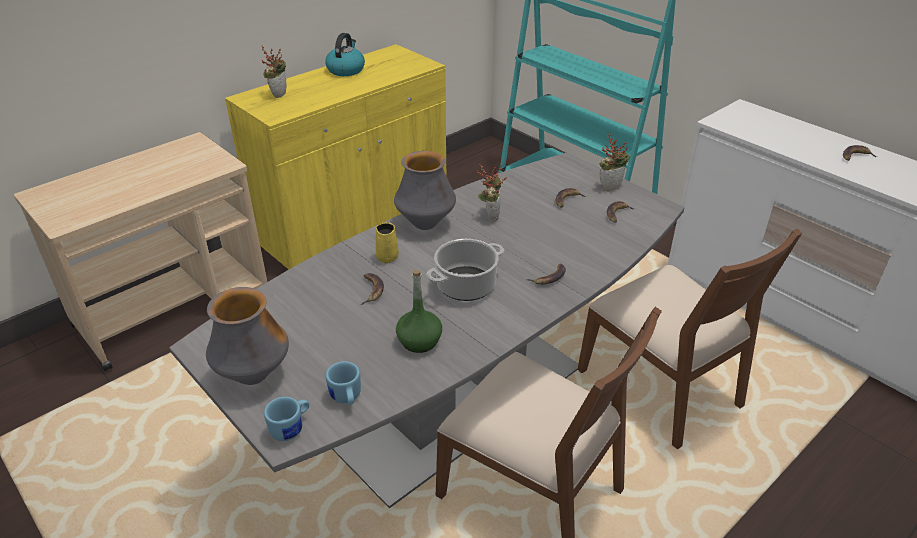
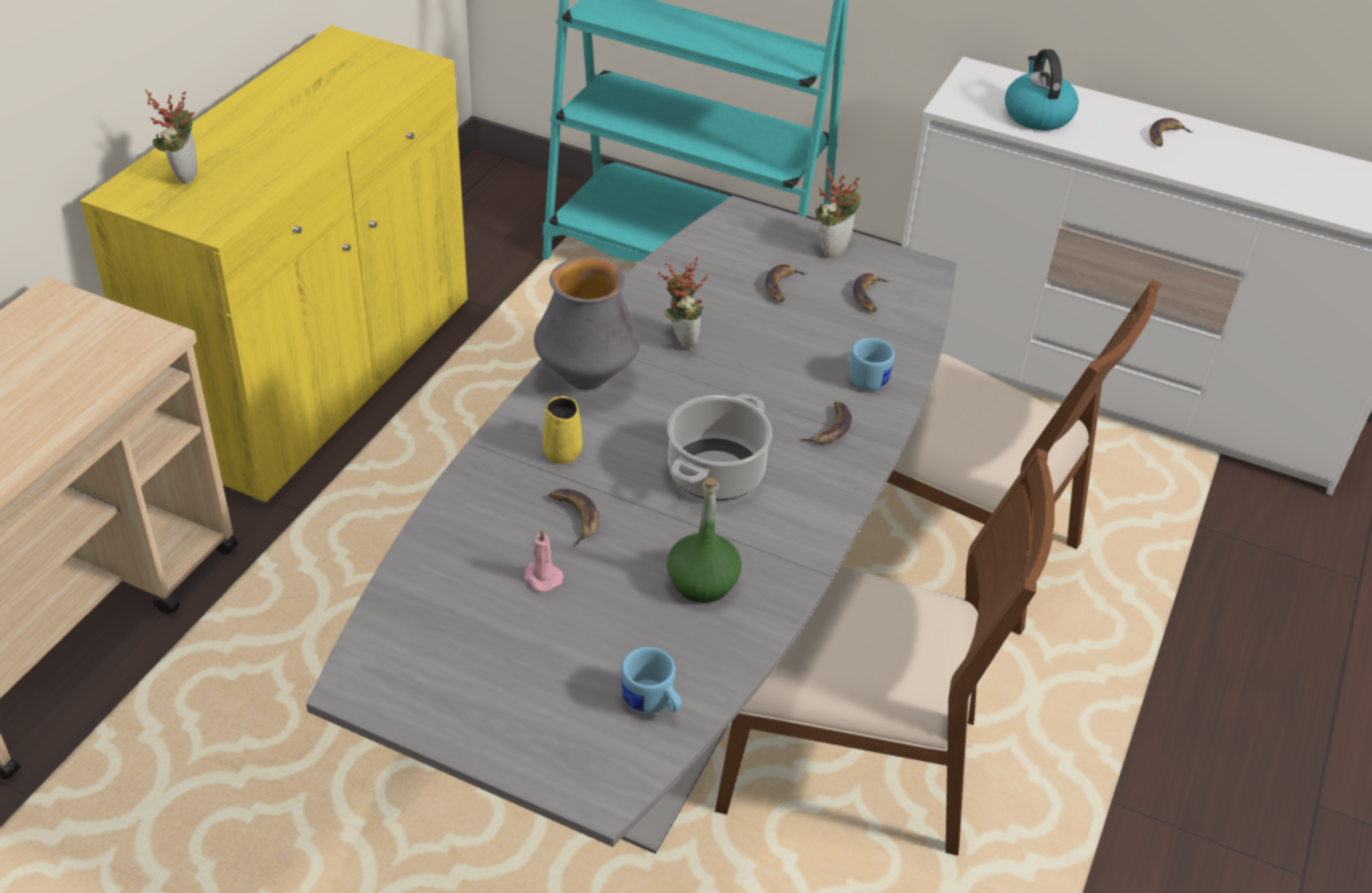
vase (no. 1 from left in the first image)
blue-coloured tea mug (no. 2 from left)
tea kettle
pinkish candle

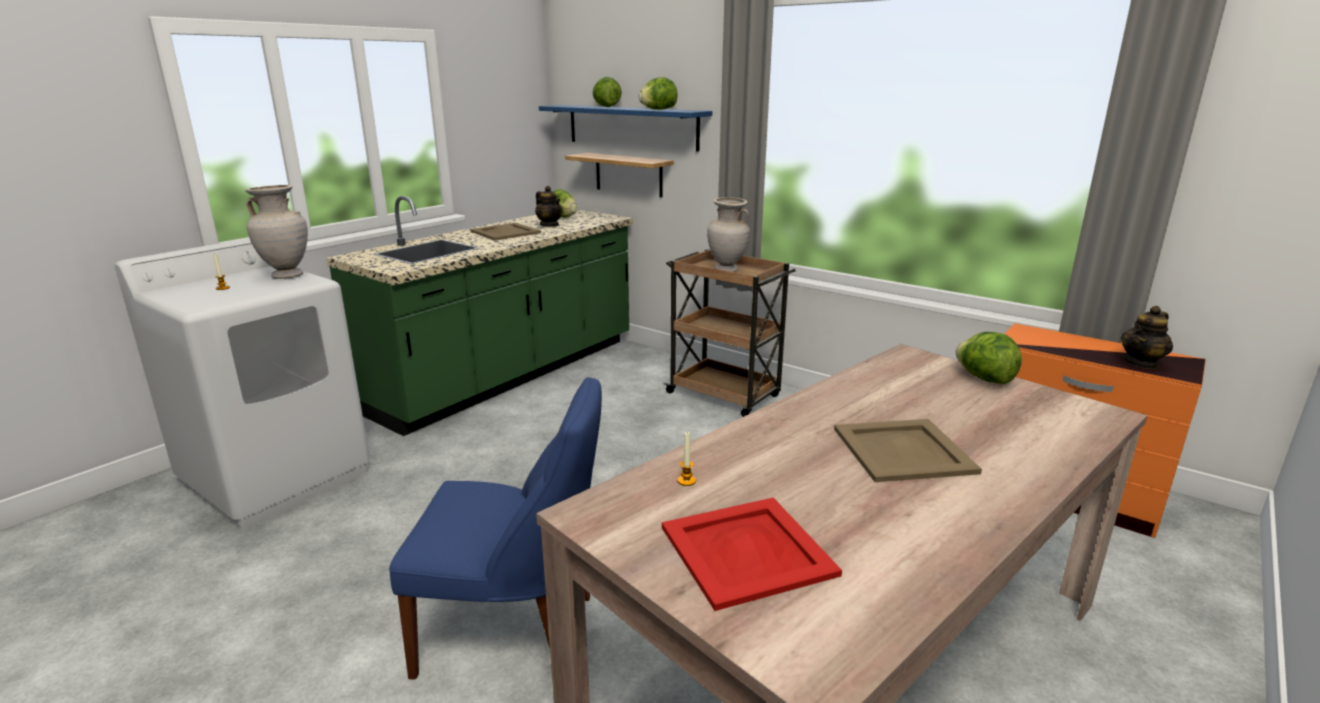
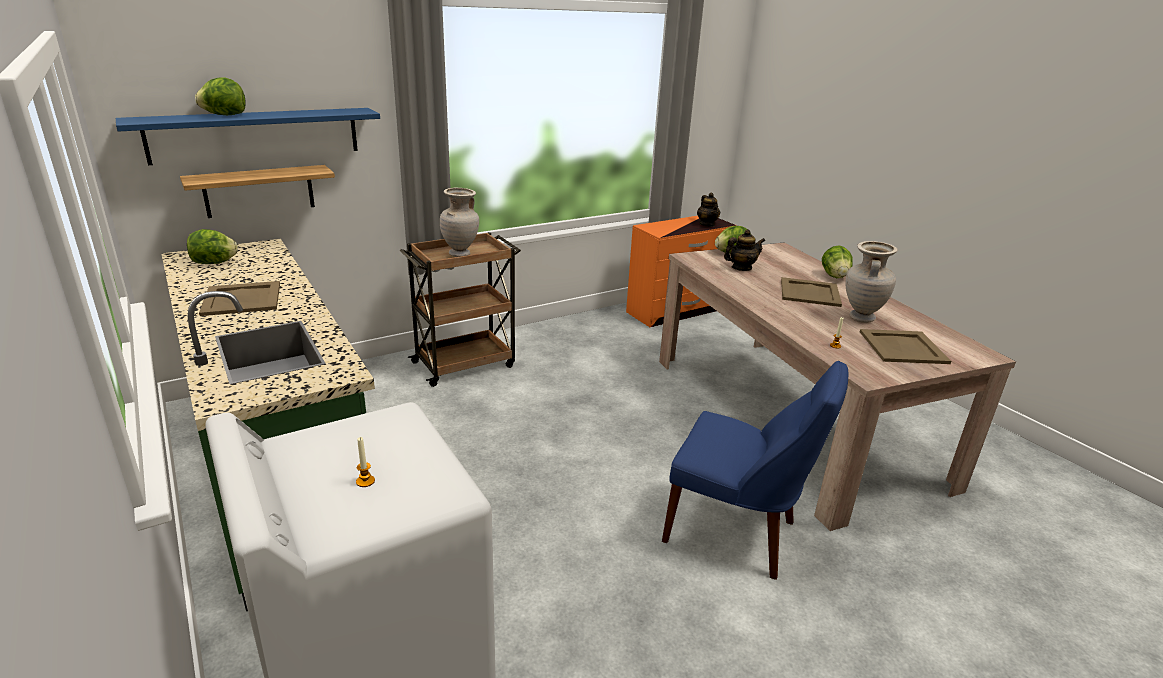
sand-coloured vase (no. 2 from left)
blue-coloured chair
pot for tea (no. 2 from left)
lettuce head (no. 4 from left)
sand-coloured tray (no. 3 from left)

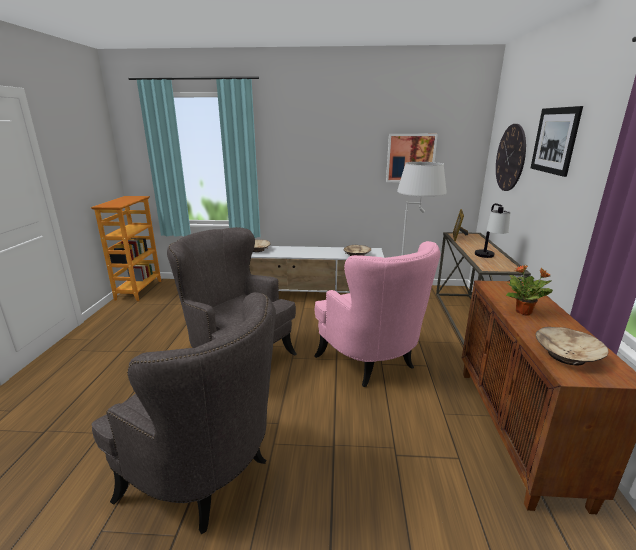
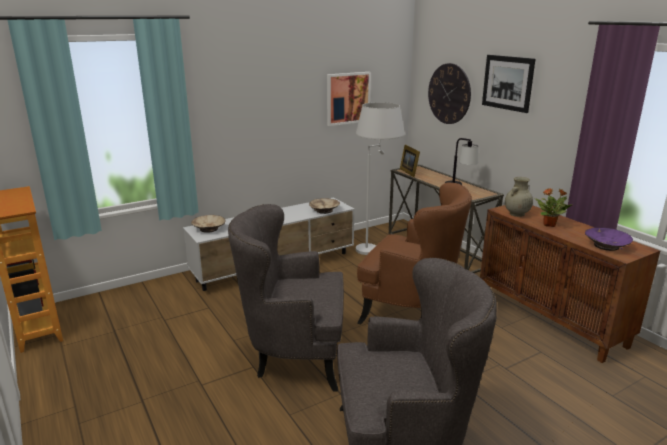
brownish lounge chair
purplish bowl
sand-coloured vase

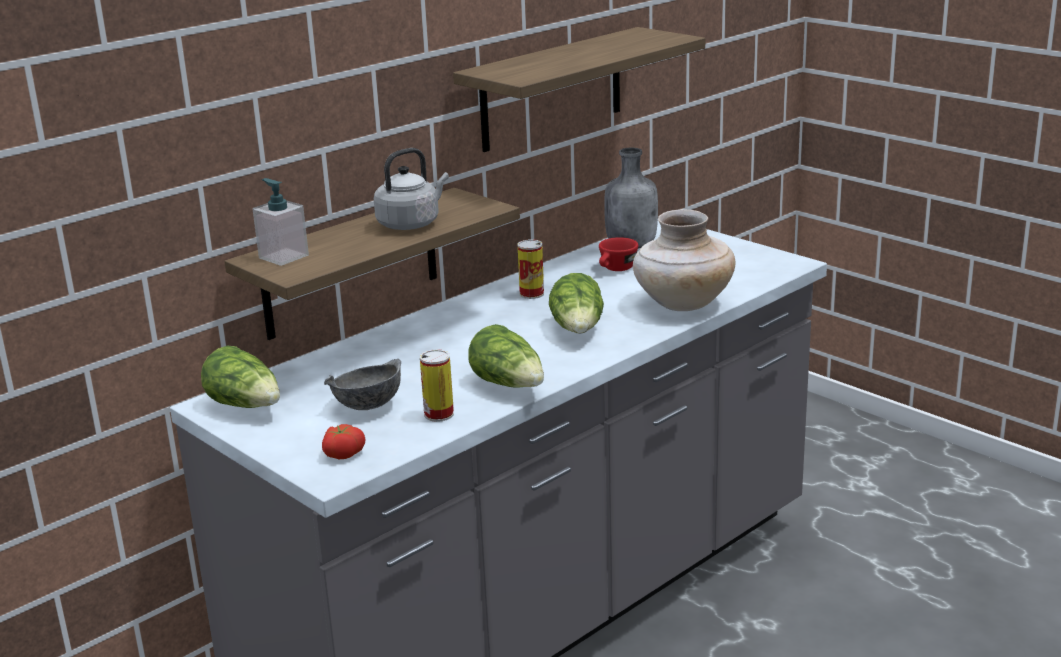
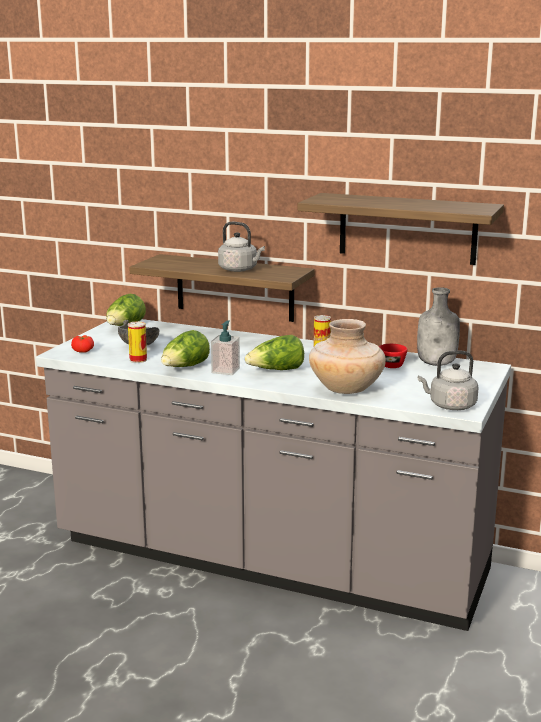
soap dispenser
grey tea kettle (no. 2 from left)

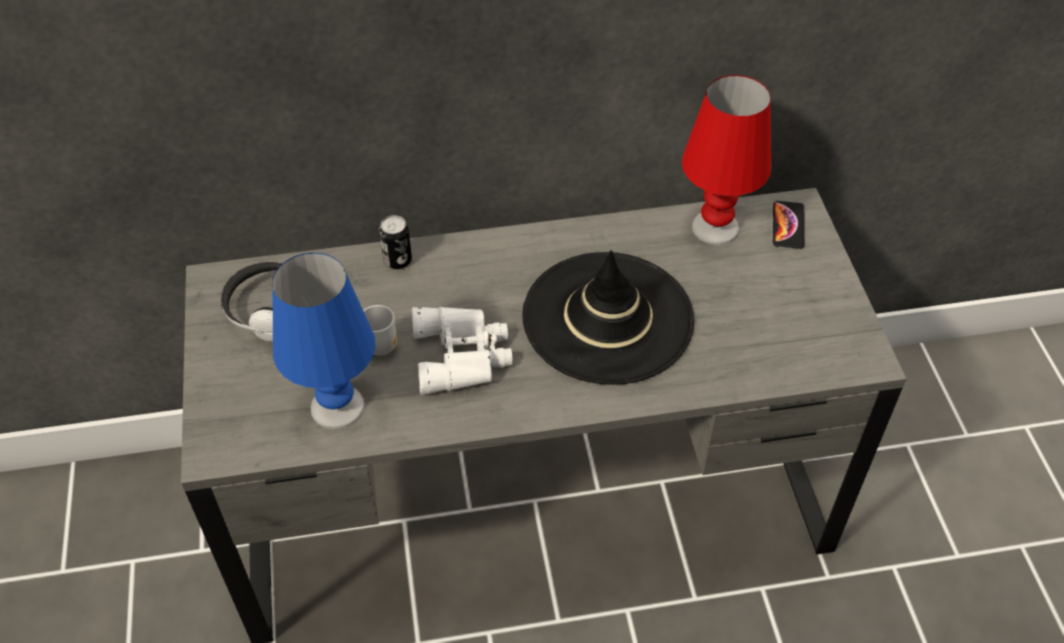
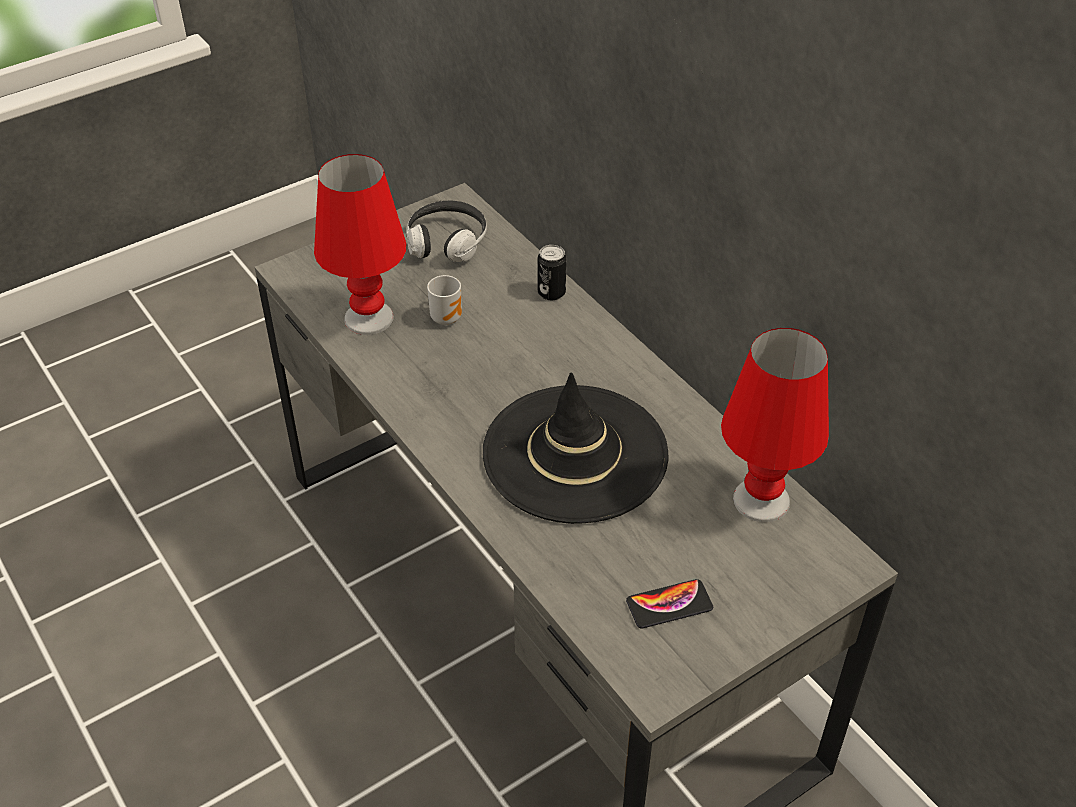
reddish table lamp (no. 1 from left)
white field glasses
handset

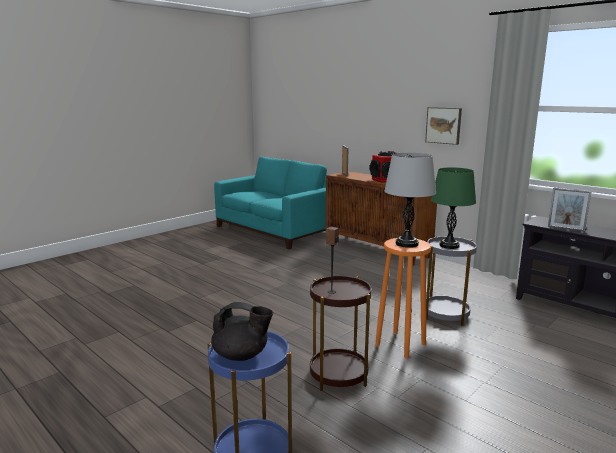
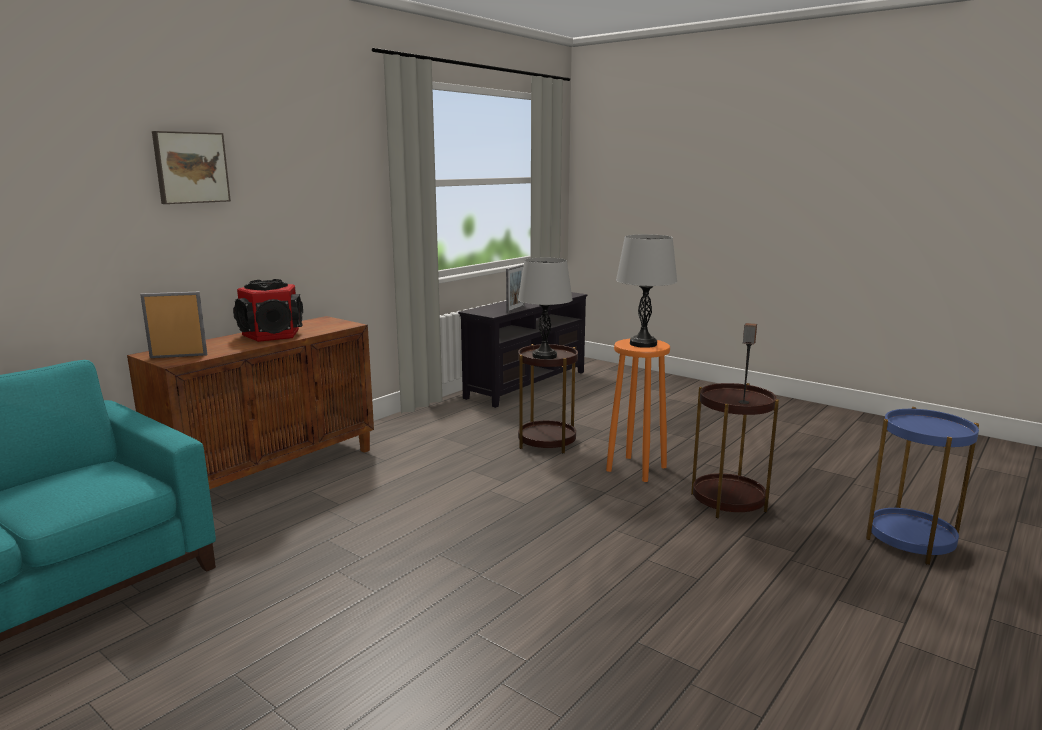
black-coloured pot for tea
wall picture
brownish end table (no. 1 from left)
grey table lamp (no. 1 from left)

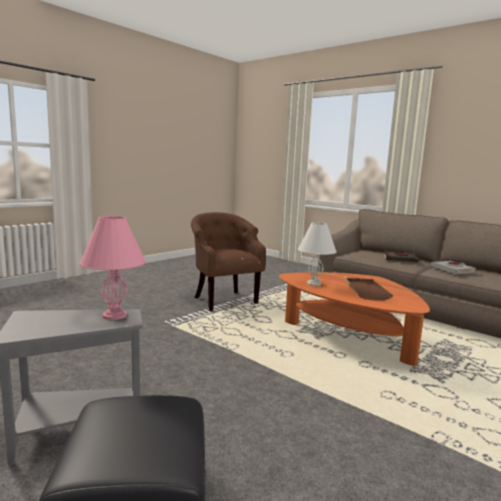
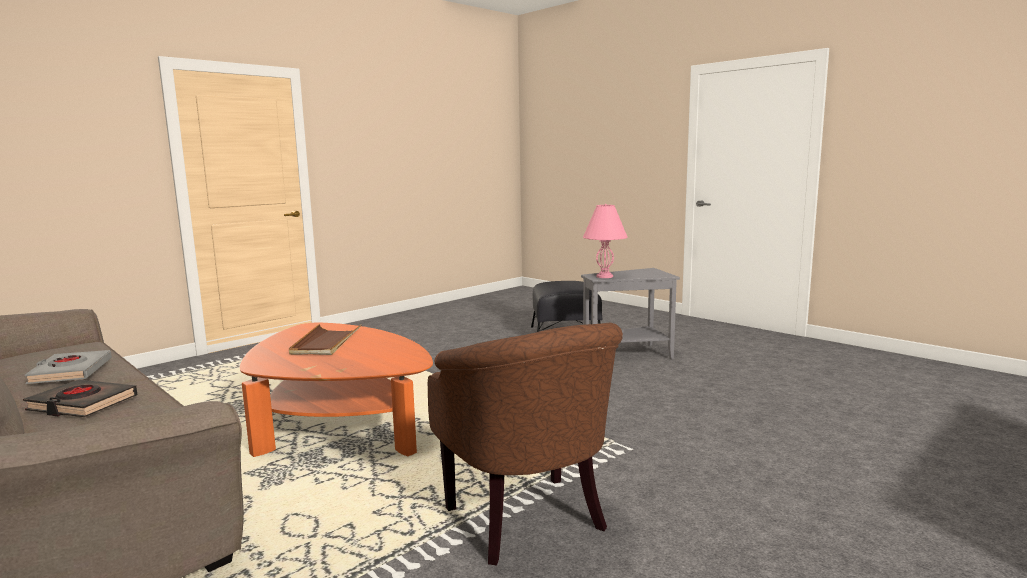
white table lamp

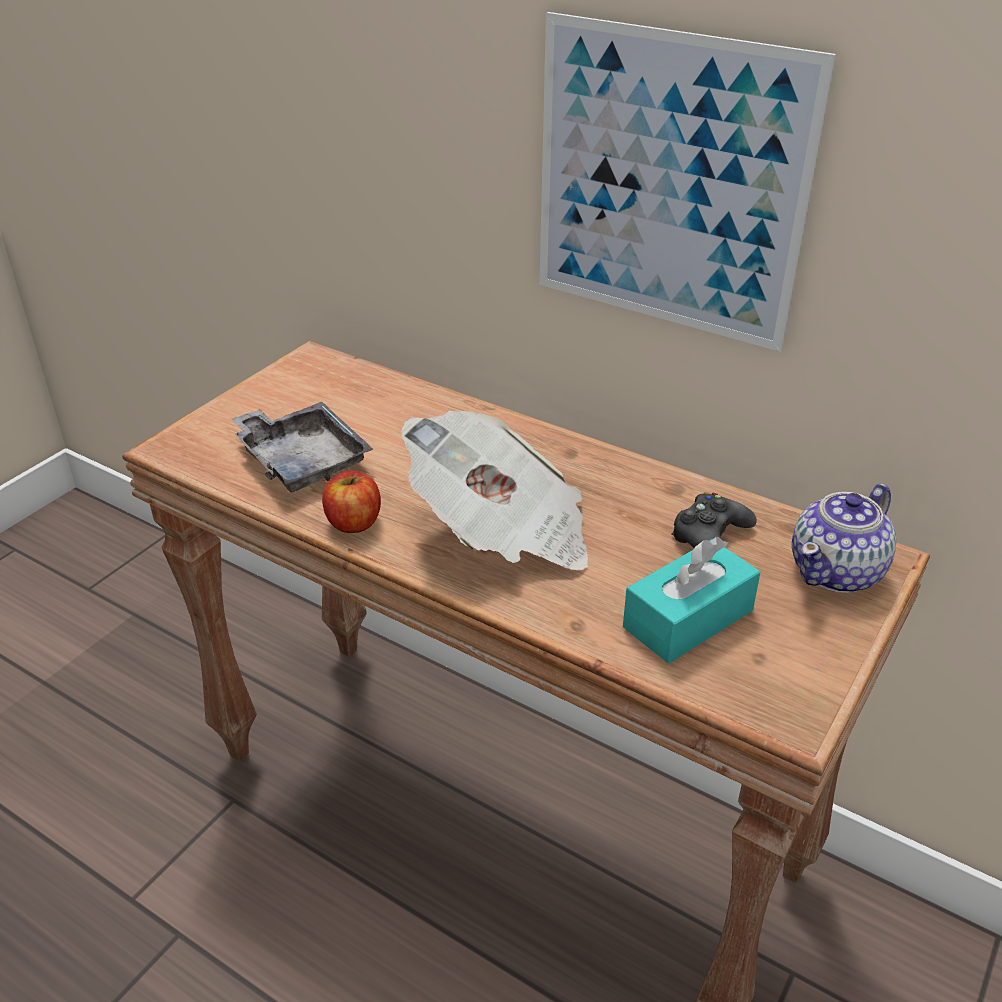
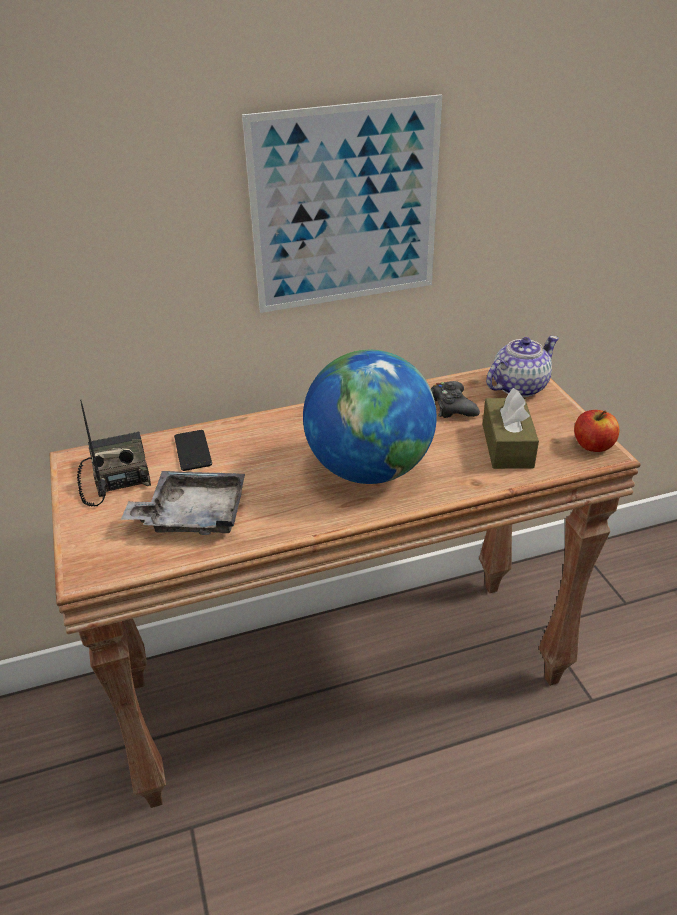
apple fruit
globe
brownish box of tissues
pot for tea
radio
handset

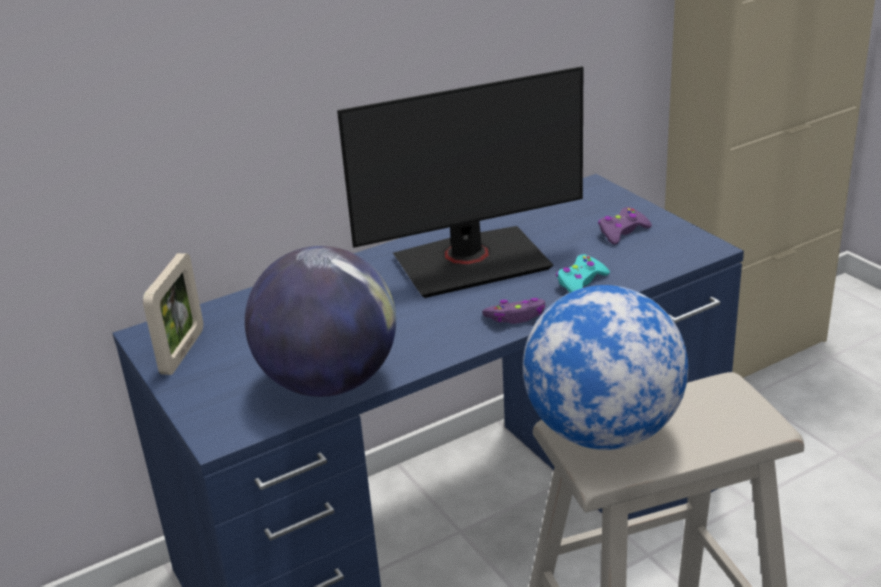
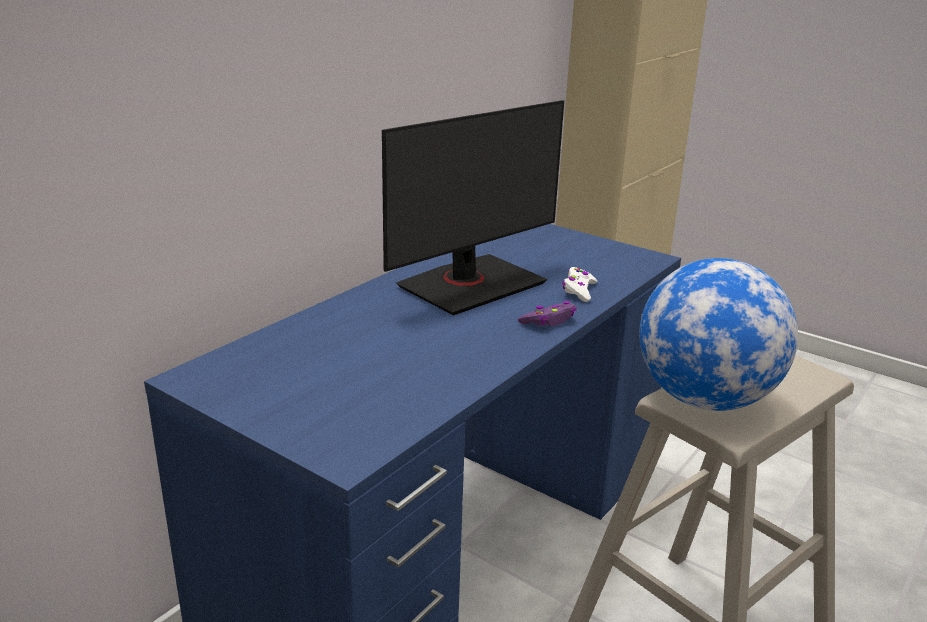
picture frame
globe (no. 1 from left in the first image)
white gamepad
purplish gamepad (no. 2 from left in the first image)

